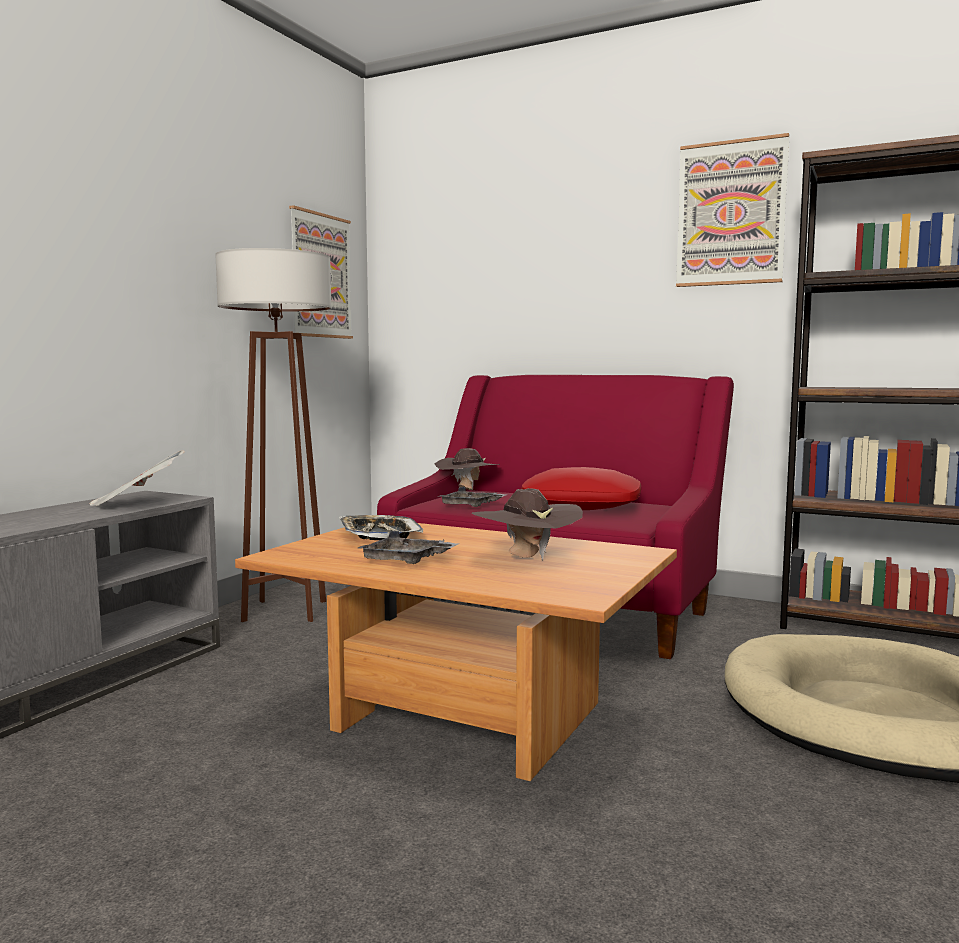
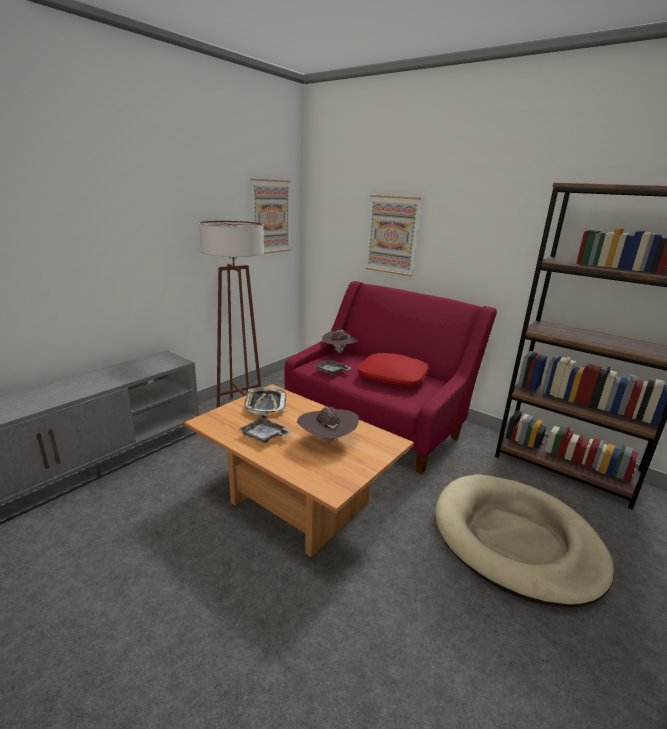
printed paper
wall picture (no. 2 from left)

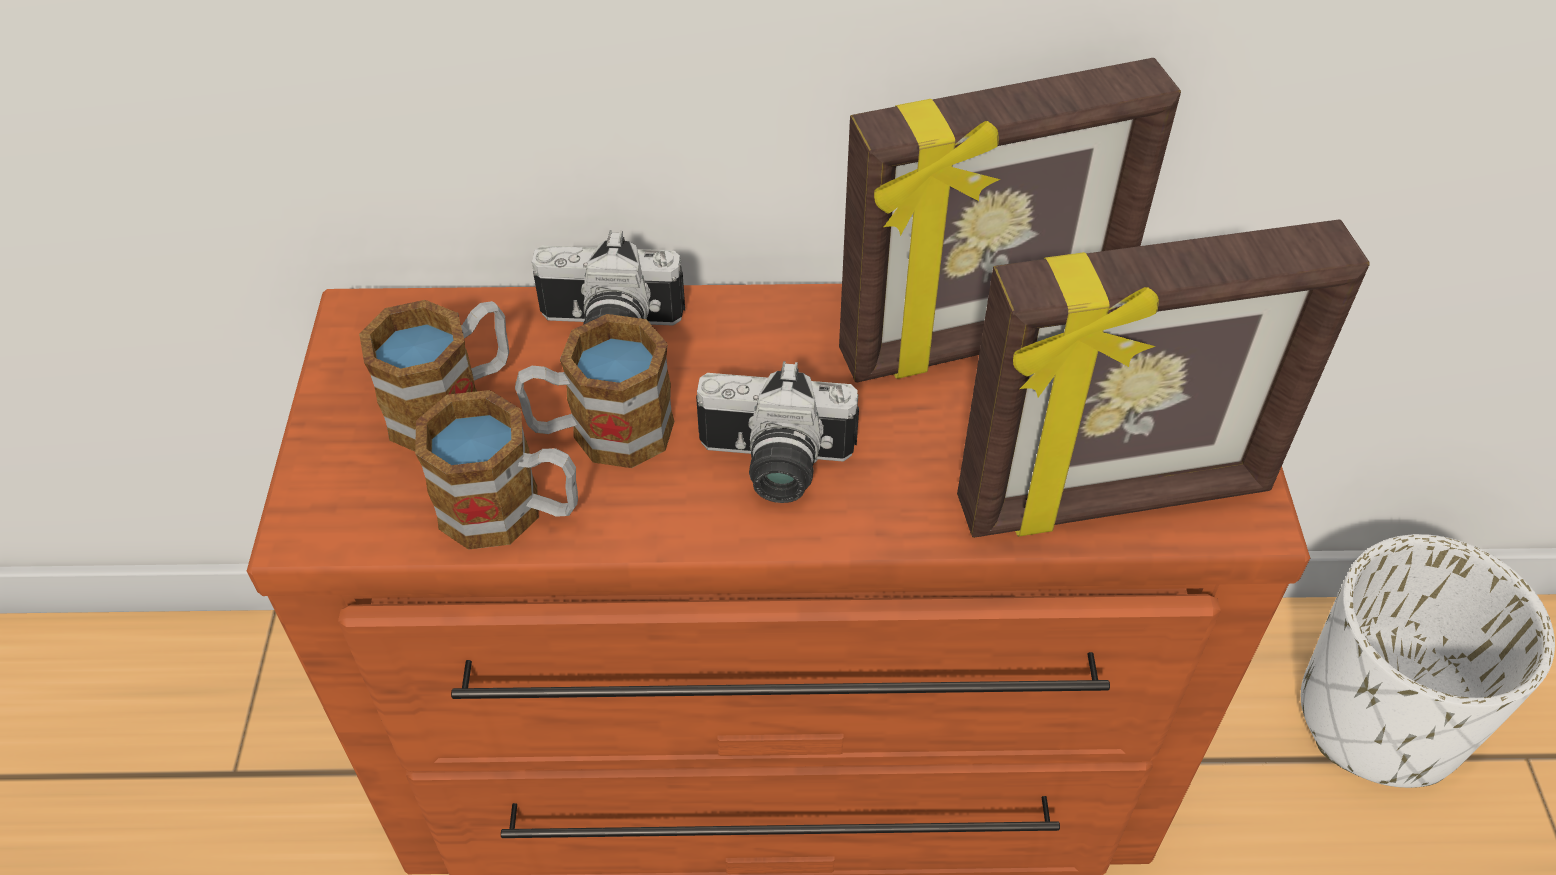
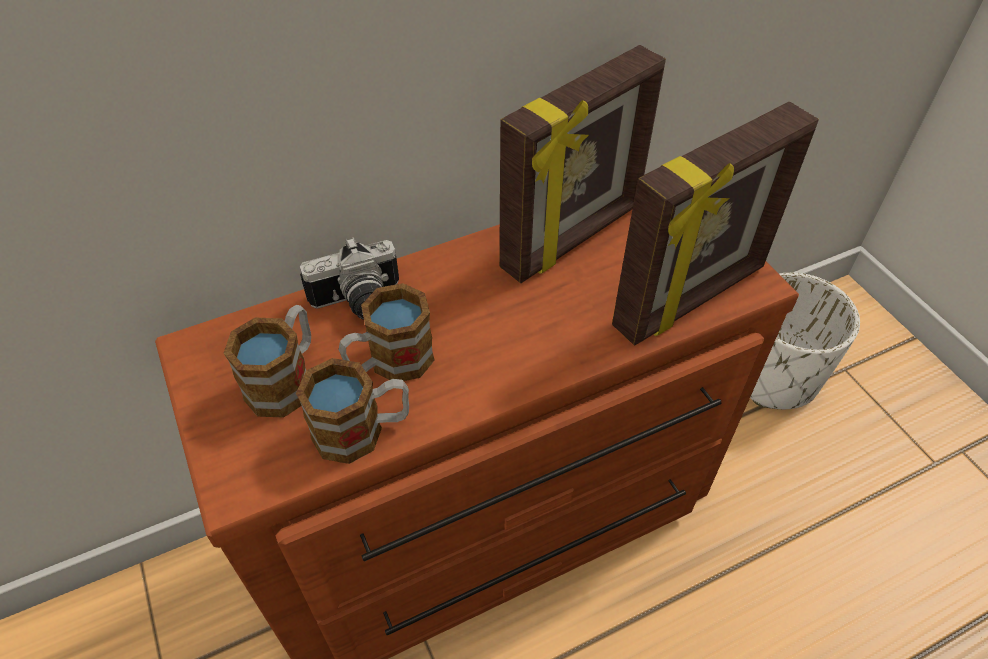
photo camera (no. 2 from left in the first image)

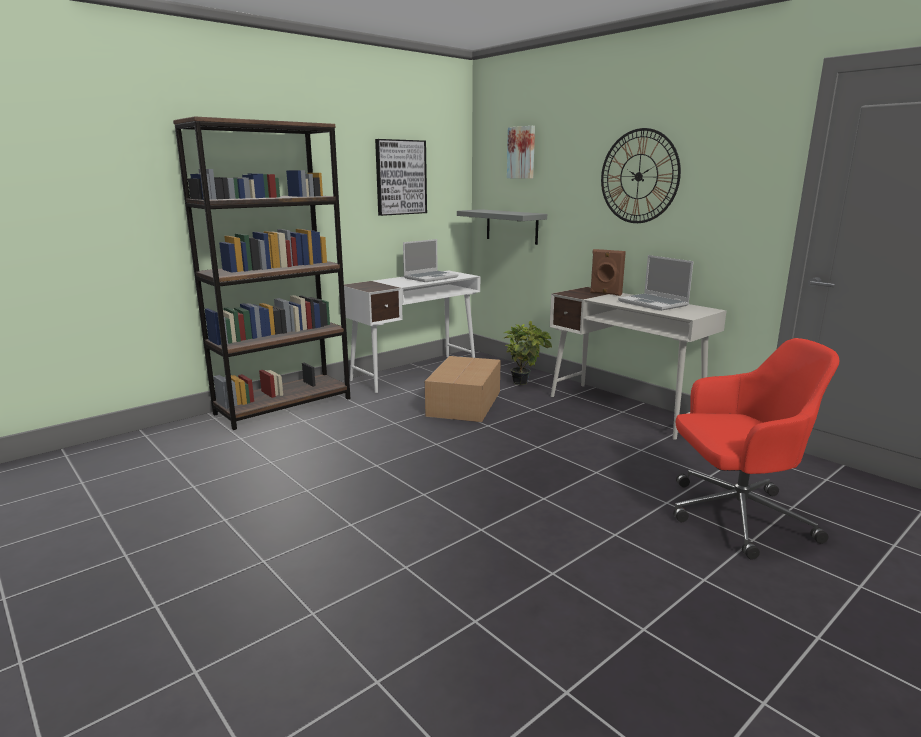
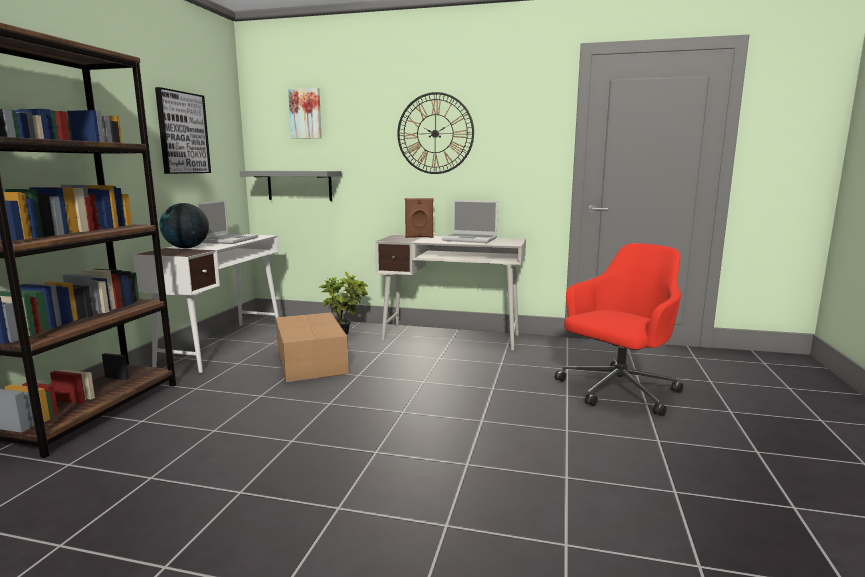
globe

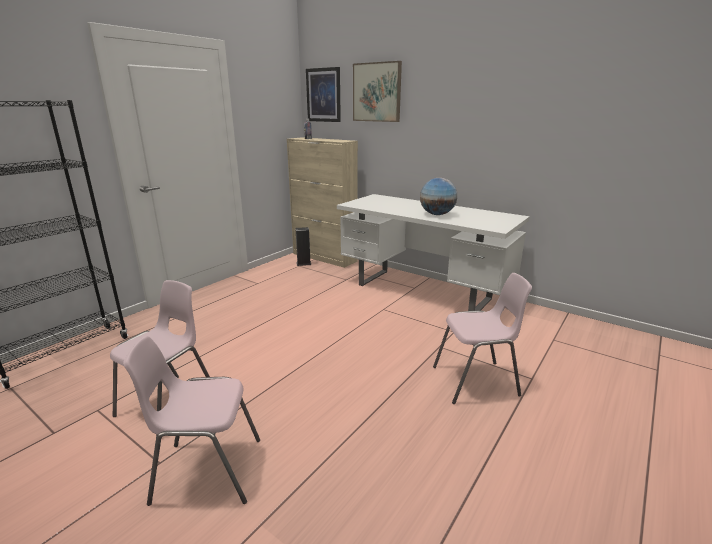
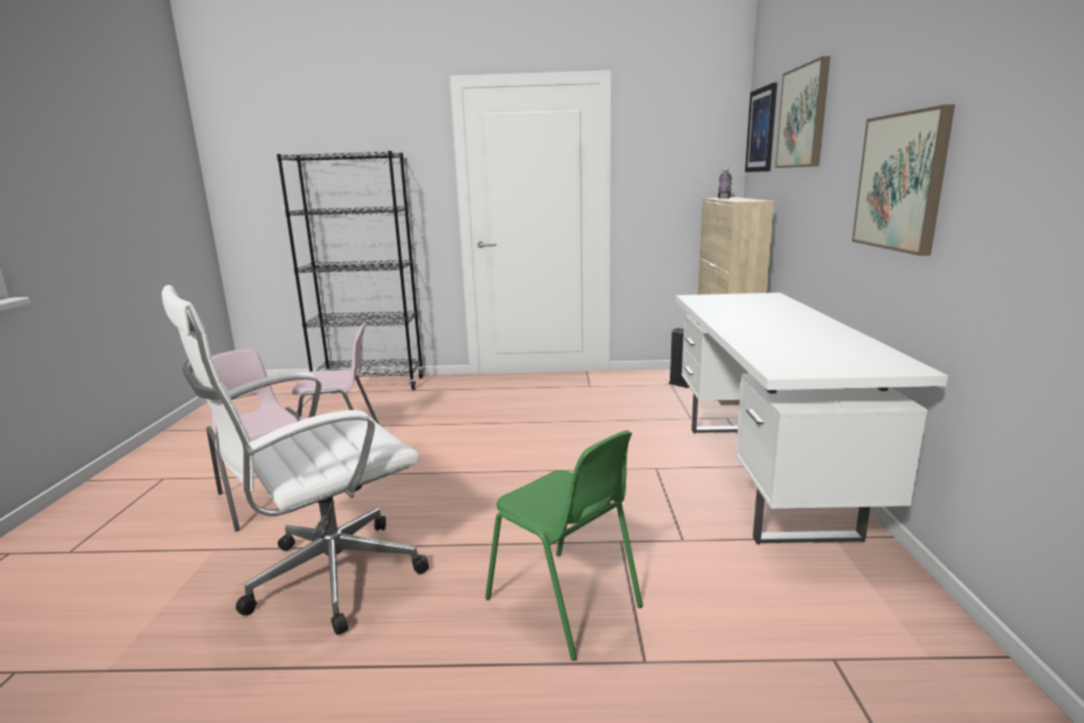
globe
green-coloured chair
white computer chair
wall picture (no. 3 from left)

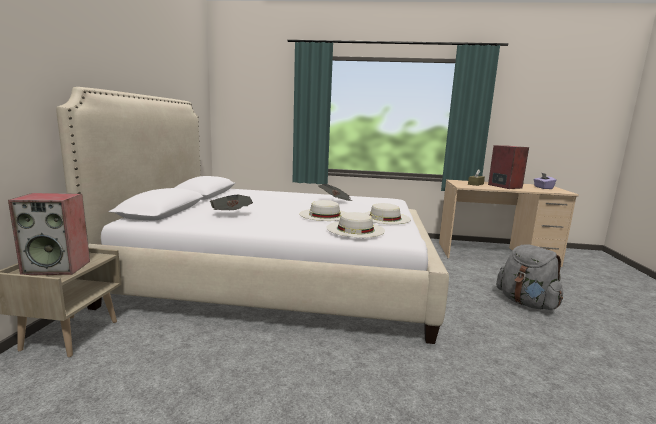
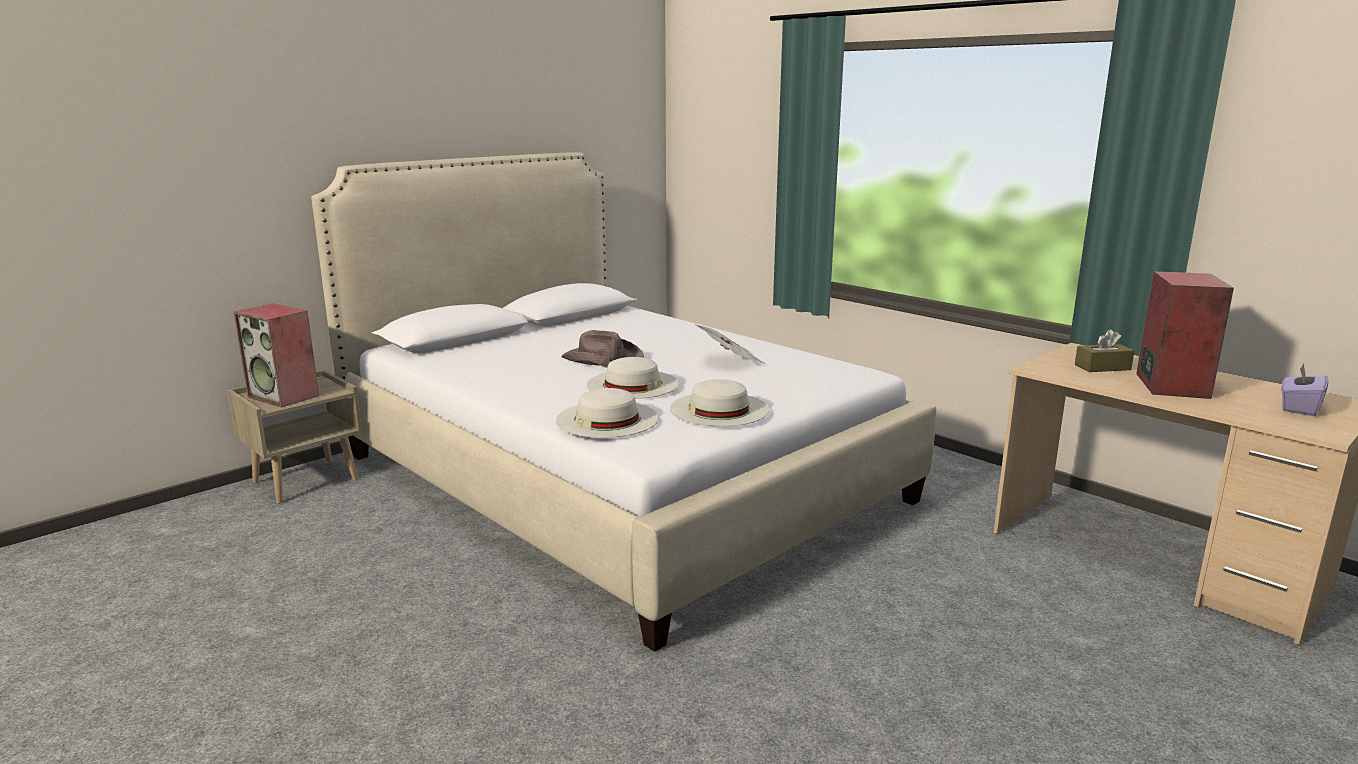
printed paper (no. 1 from left in the first image)
grey backpack
brownish wearable hat

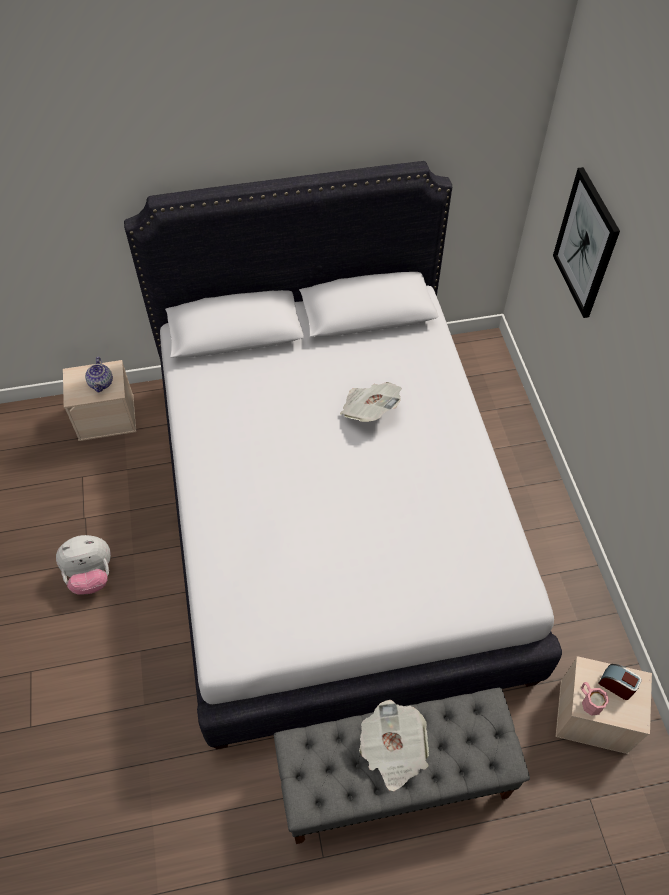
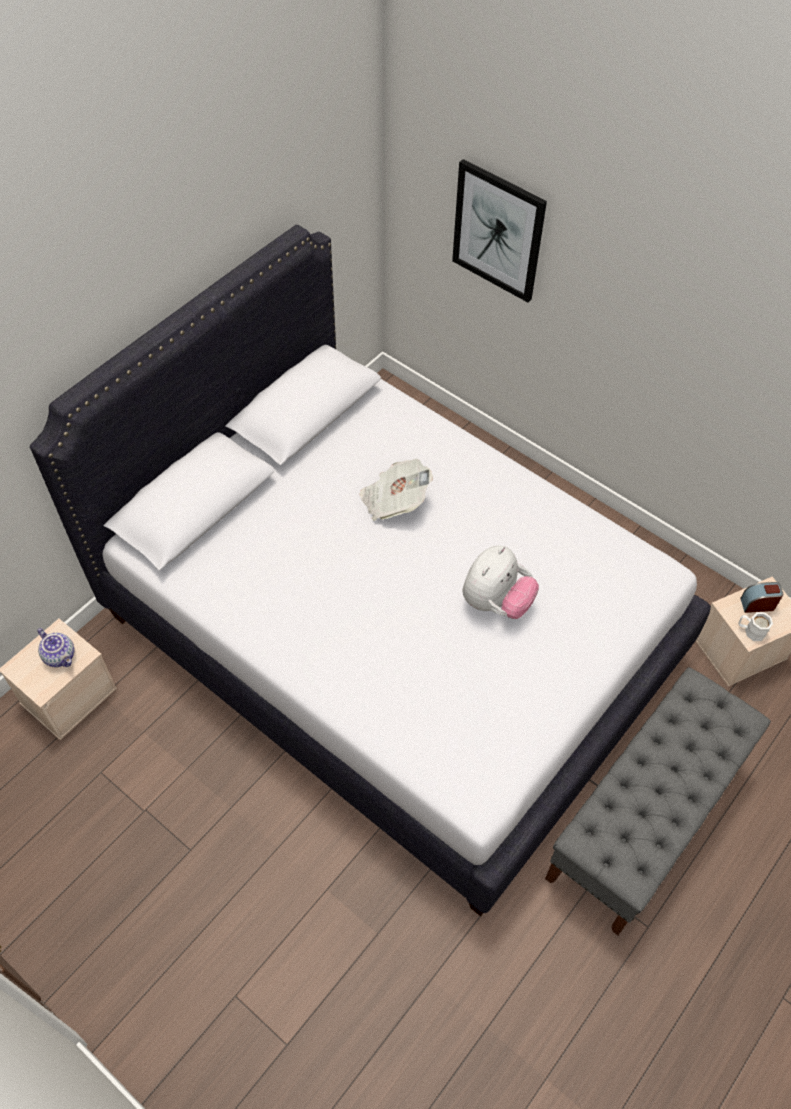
soft toy
printed paper (no. 2 from left in the first image)
white tea mug

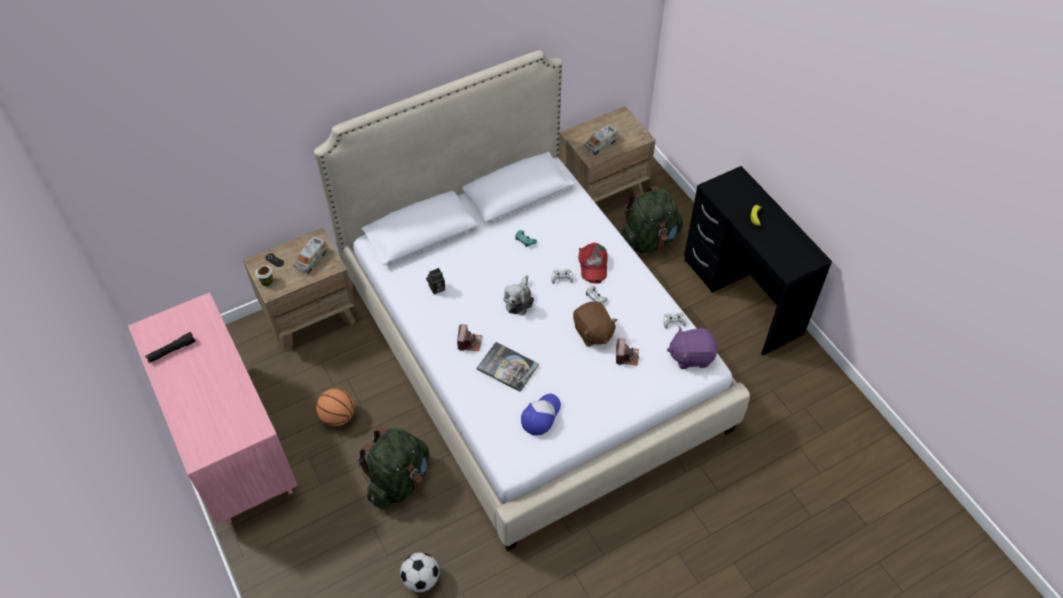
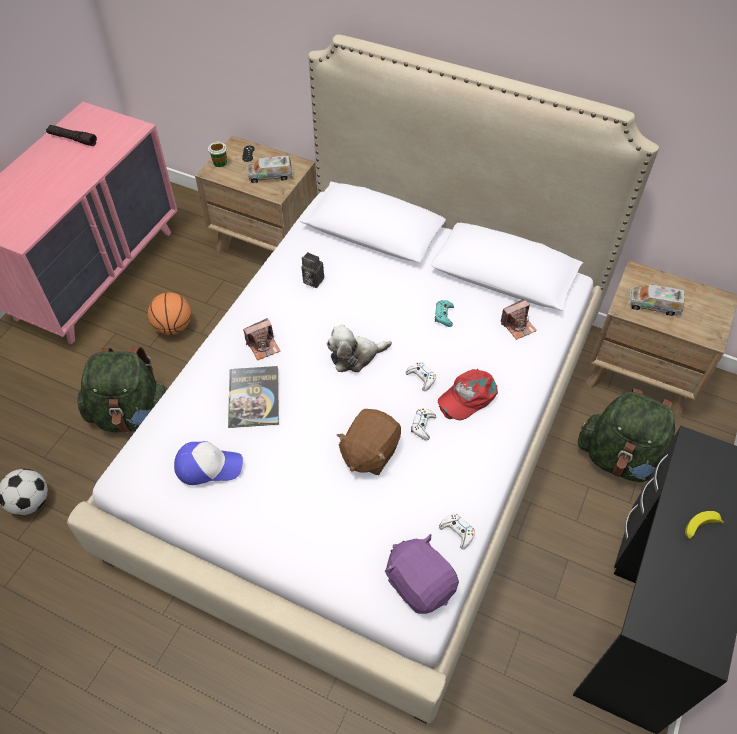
photo camera (no. 3 from left)

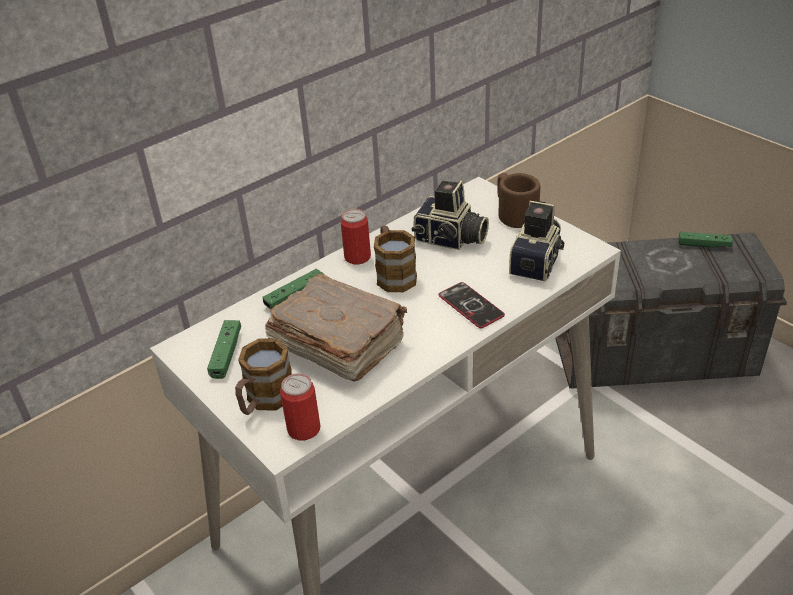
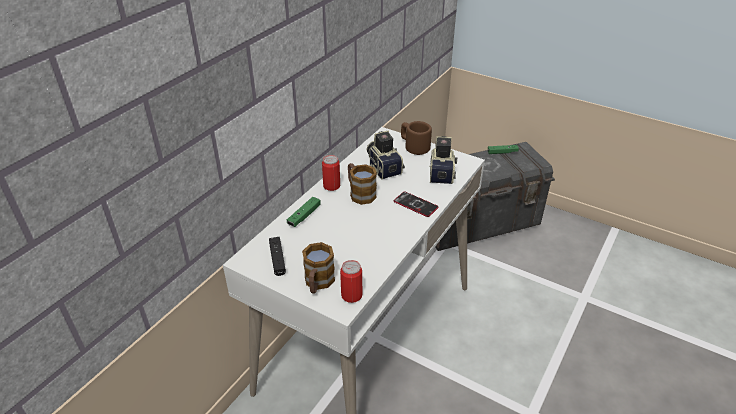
black-coloured gamepad
brownish bound book
photo camera (no. 1 from left)

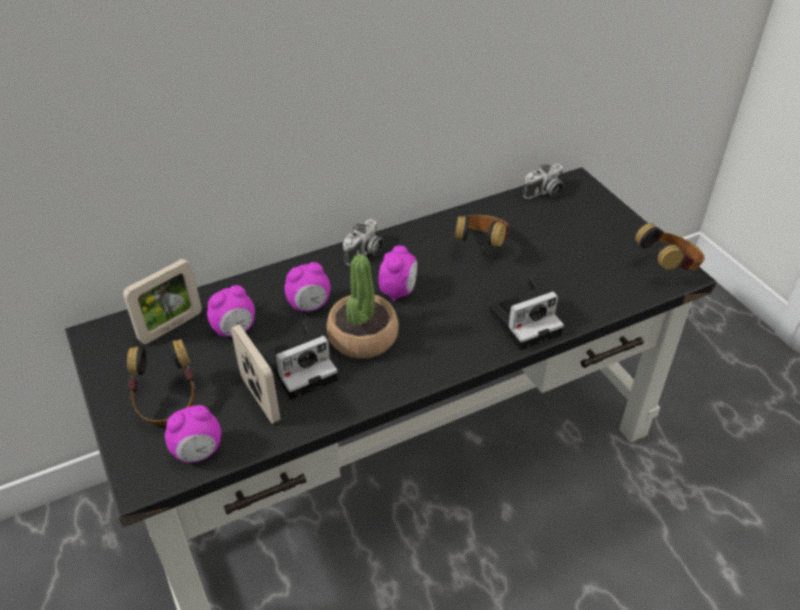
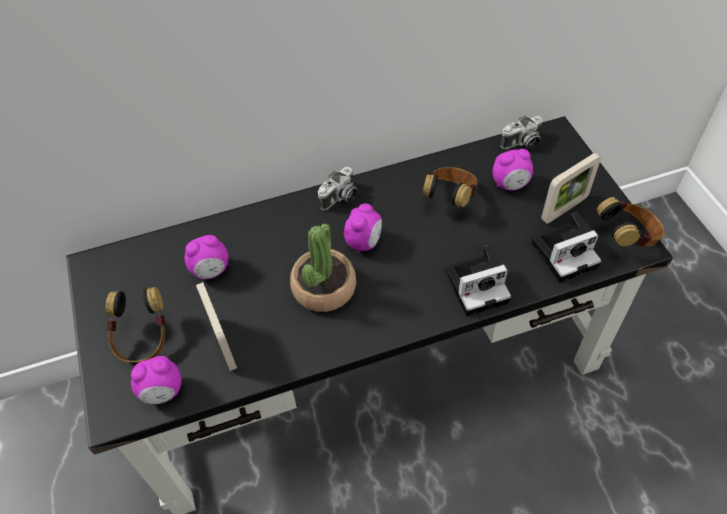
picture frame (no. 2 from left)
photo camera (no. 4 from left)
table clock (no. 4 from left)

